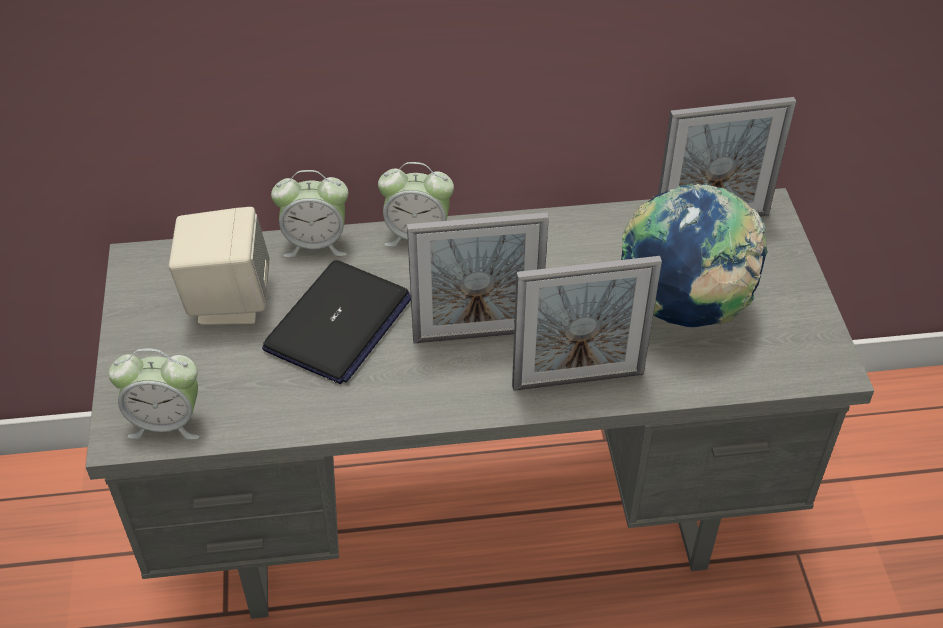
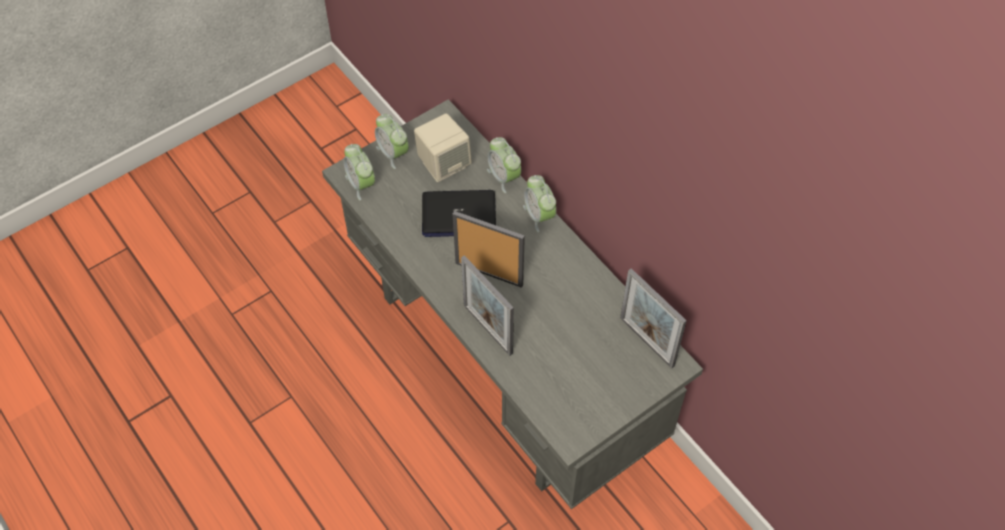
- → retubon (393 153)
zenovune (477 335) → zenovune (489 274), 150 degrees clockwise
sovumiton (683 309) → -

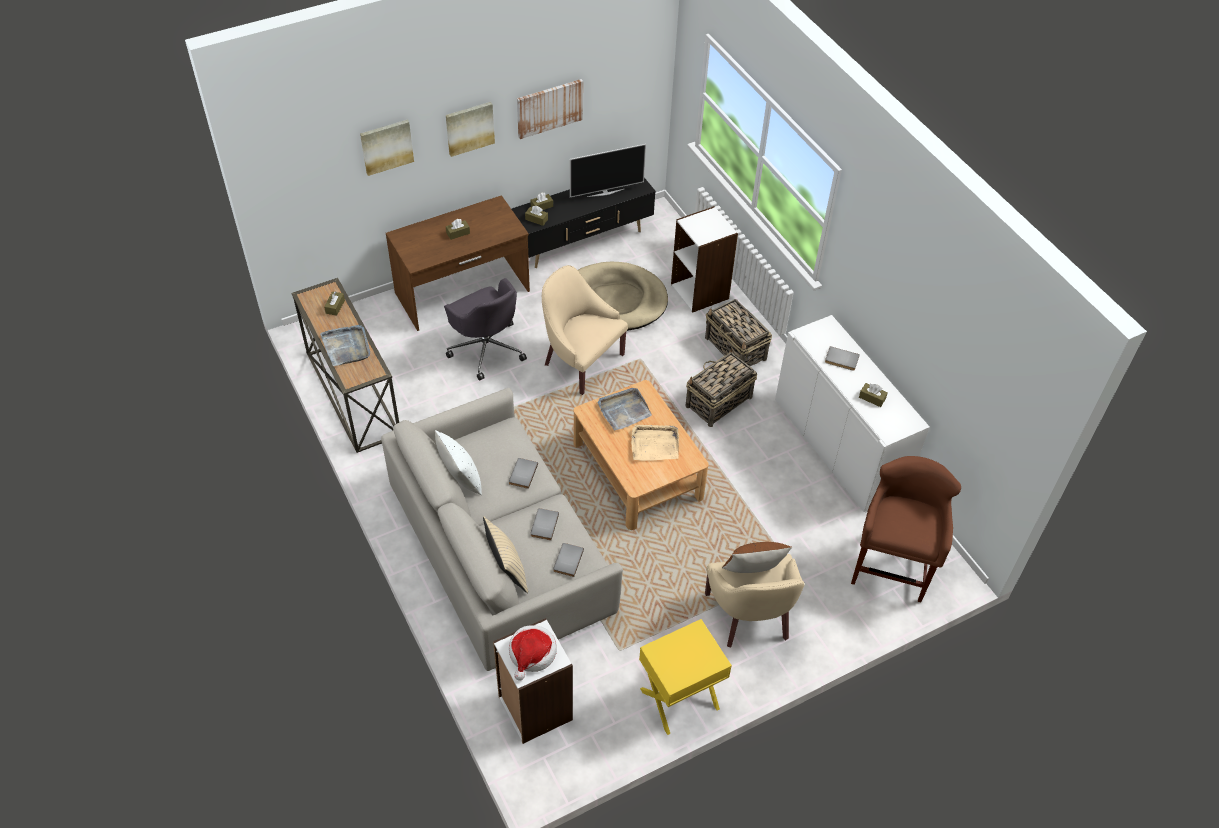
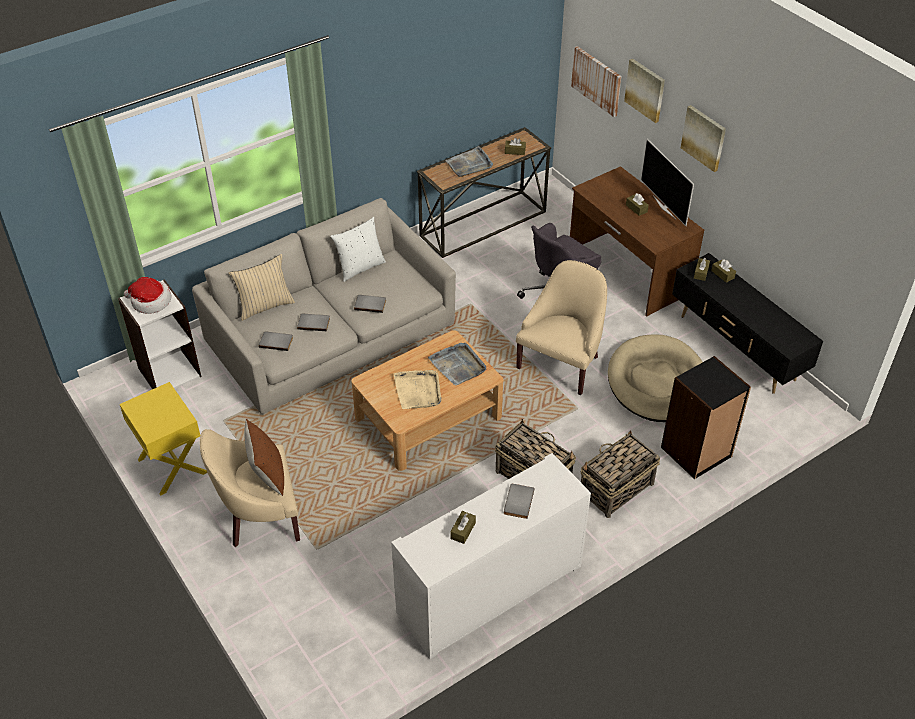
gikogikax (549 108) → gikogikax (597 80), move
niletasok (605 192) → niletasok (665 207), move
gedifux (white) (700 291) → gedifux (black) (696 452)
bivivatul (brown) (891 565) → -

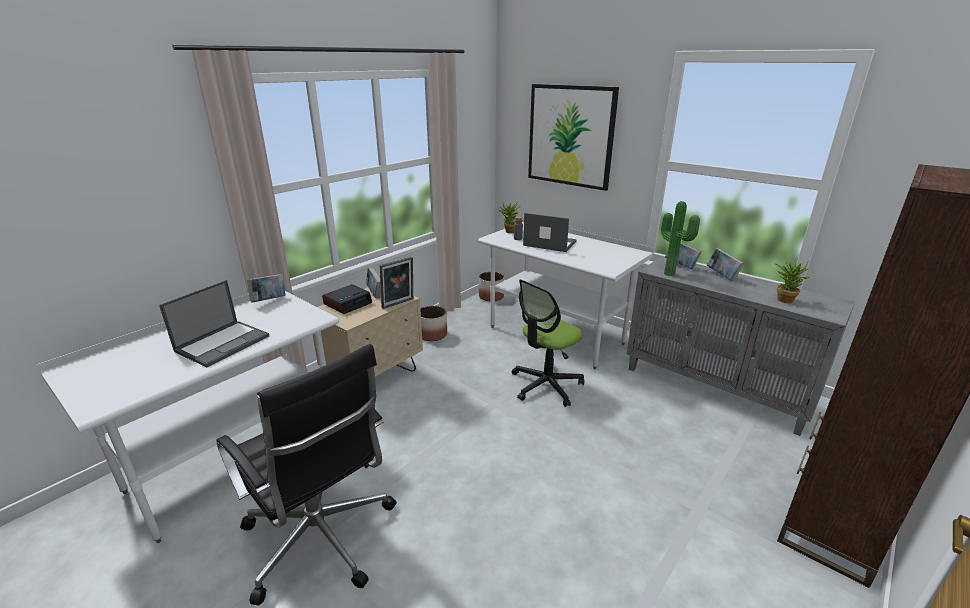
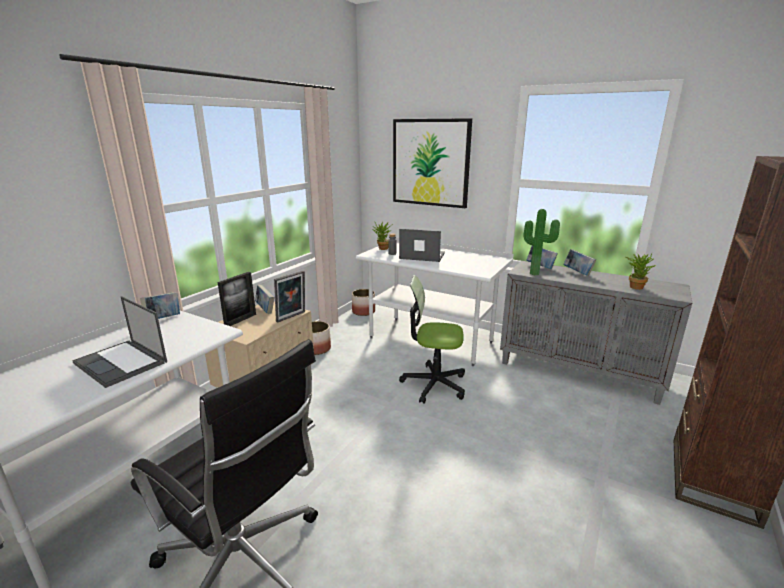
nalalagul (223 343) → nalalagul (121 363), 105 degrees clockwise
retubon (348 303) → zenovune (240 320)
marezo (546 385) → marezo (434 384), 60 degrees clockwise

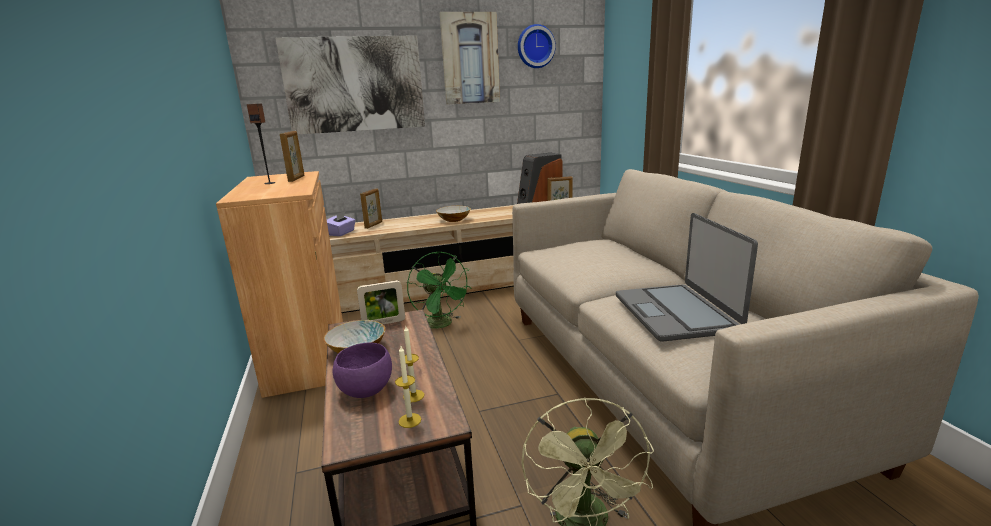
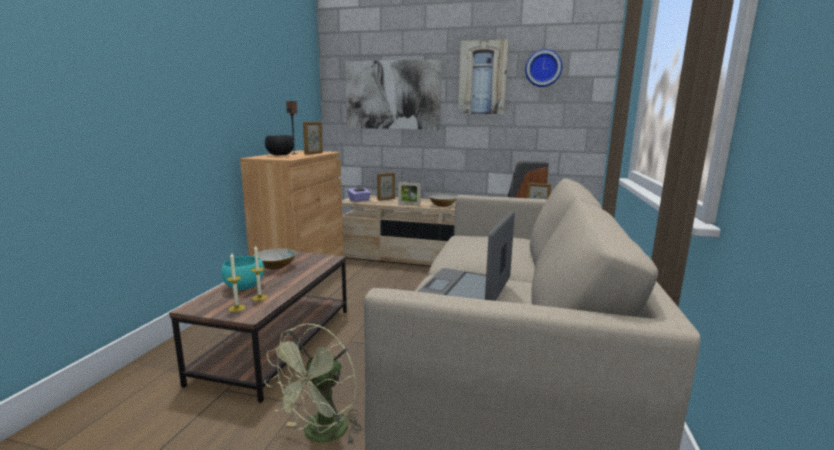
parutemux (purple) (366 390) → parutemux (turquoise) (244 287)
- → parutemux (black) (279 155)
zenovune (384 323) → zenovune (409 204), move
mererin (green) (442 325) → -

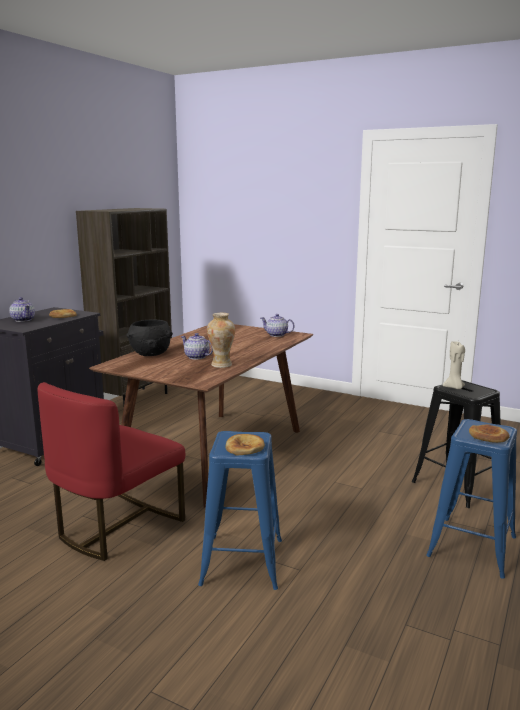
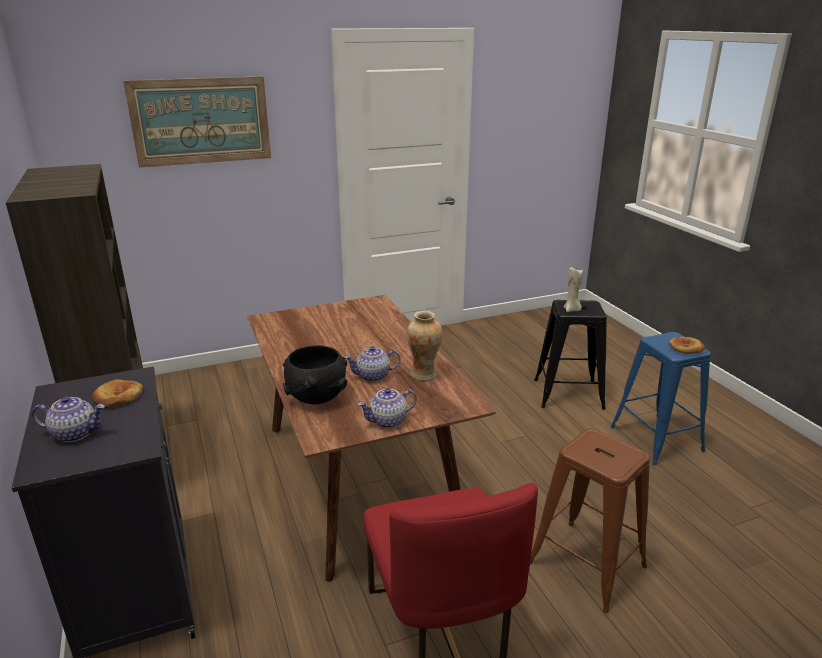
- → gikogikax (201 121)
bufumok (277 335) → bufumok (388 421), move
bivivatul (blue) (242 561) → bivivatul (brown) (586 564)
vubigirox (245 447) → -

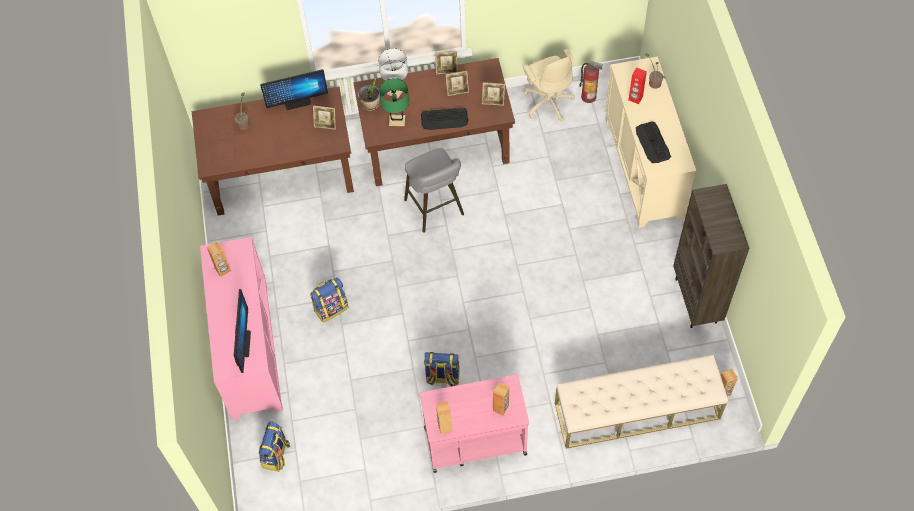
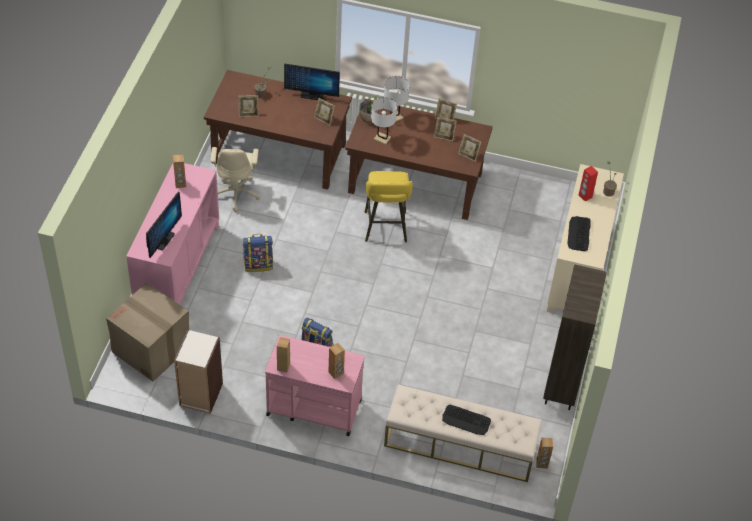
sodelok (276 455) → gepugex (152 349)
- → gedifux (200 395)
marezo (beige) (548 102) → marezo (beige) (236 193), move
- → zenovune (248 114)
bivivatul (grey) (435 210) → bivivatul (yellow) (385 229)
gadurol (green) (397 120) → gadurol (white) (382 138)
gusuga (444 119) → gusuga (466 420), move
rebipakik (589 96) → -

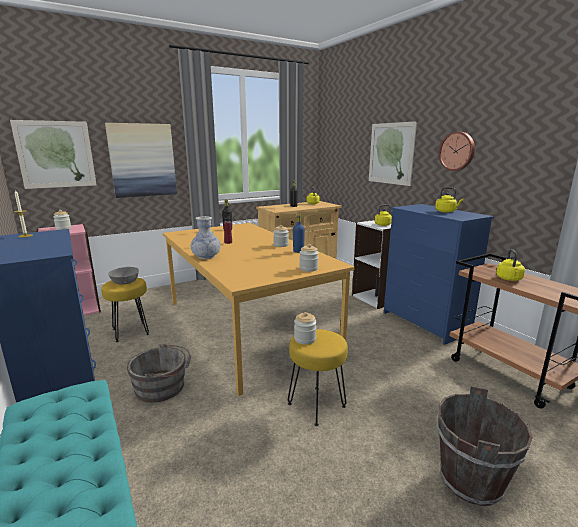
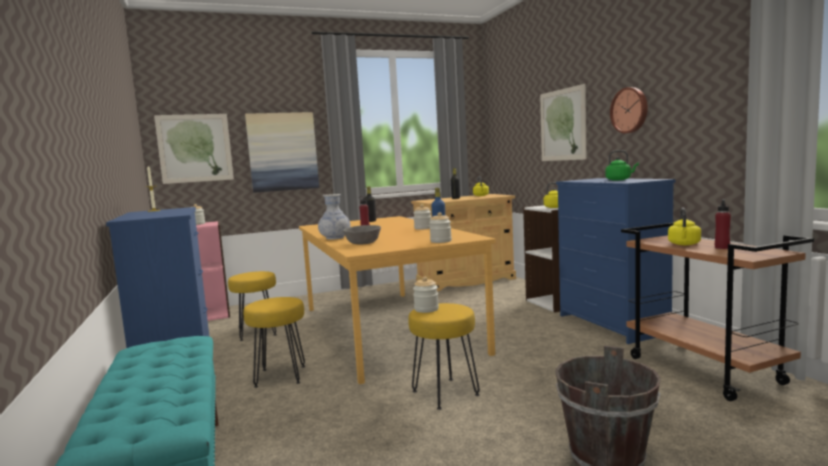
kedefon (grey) (163 387) → bivivatul (yellow) (280 376)
parutemux (grey) (125 282) → parutemux (grey) (363 243), move
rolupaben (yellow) (446 211) → rolupaben (green) (619 180)
- → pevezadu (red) (722 247)

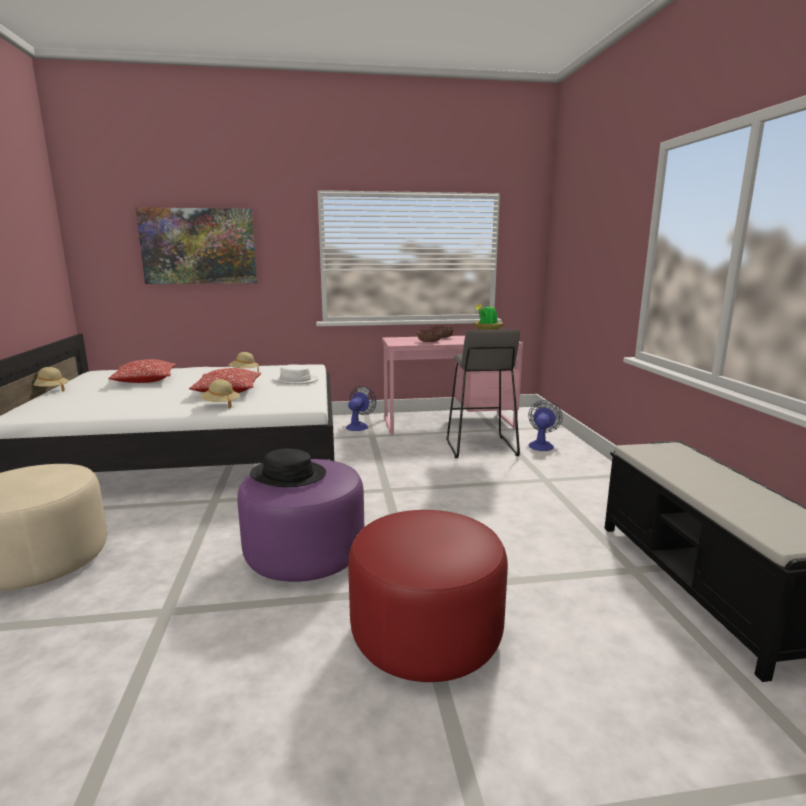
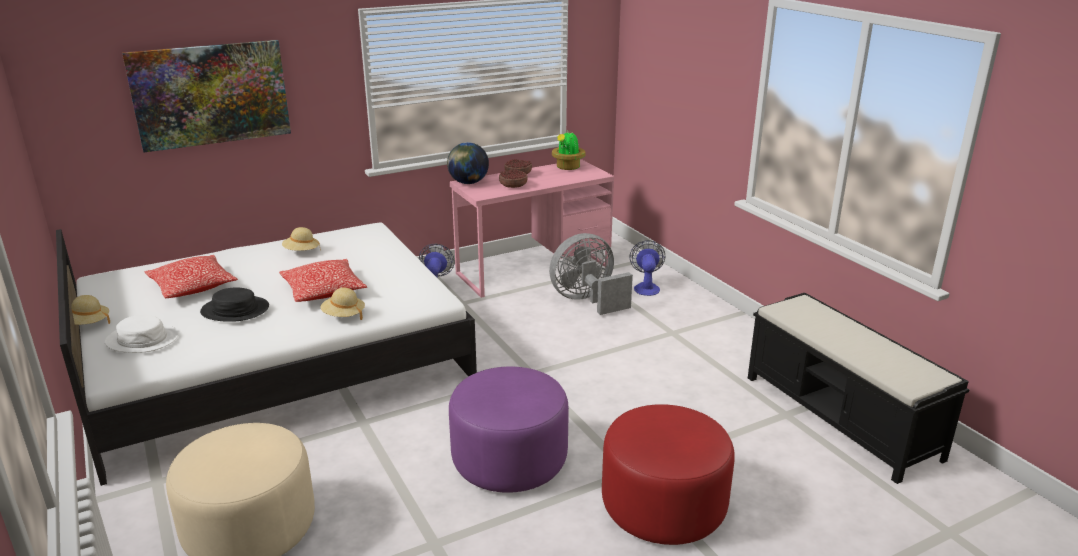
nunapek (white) (295 380) → nunapek (white) (142 339), move
nunapek (black) (288 475) → nunapek (black) (235 310), move
- → sovumiton (468 183)
bivivatul (grey) (480 447) → mererin (grey) (587 301)

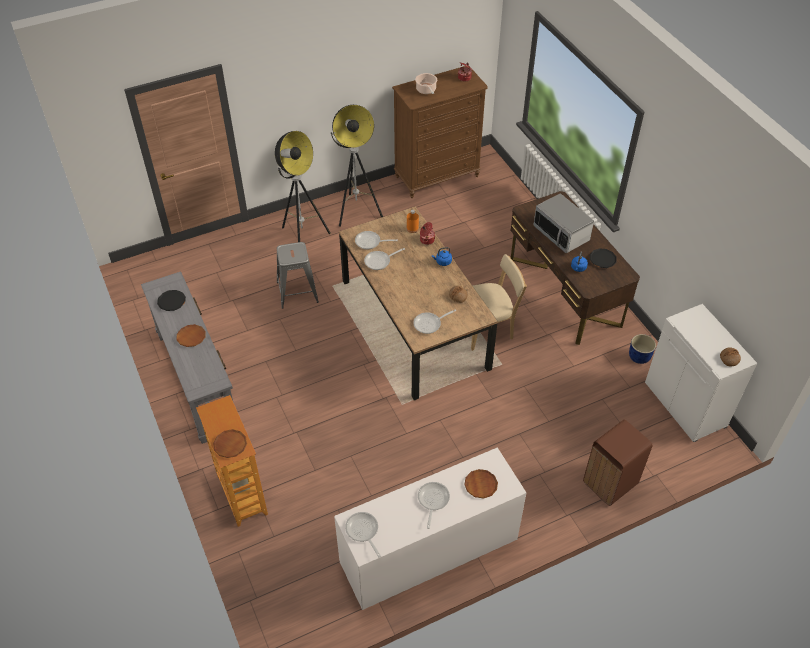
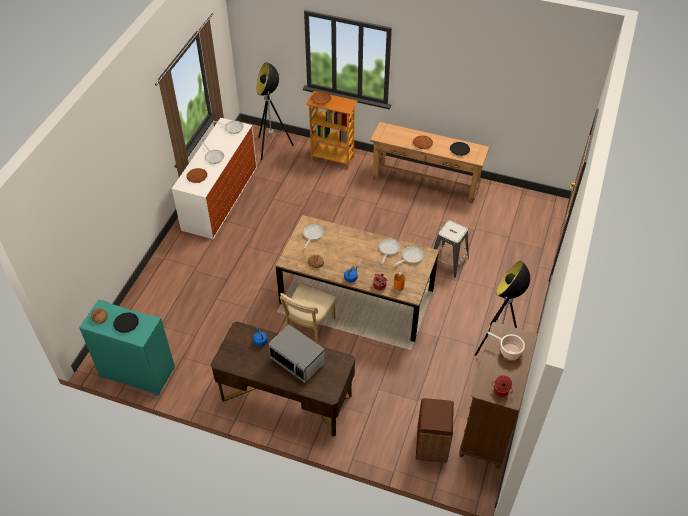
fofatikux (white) (686 404) → fofatikux (turquoise) (136 372)
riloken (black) (602 260) → riloken (black) (126 323), move
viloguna (303 239) → viloguna (272 147), move
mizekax (561 234) → mizekax (298 361), 150 degrees counterclockwise
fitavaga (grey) (197 380) → fitavaga (brown) (425 182)
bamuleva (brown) (610 483) → bamuleva (brown) (431 446), move
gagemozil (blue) (639 357) → -

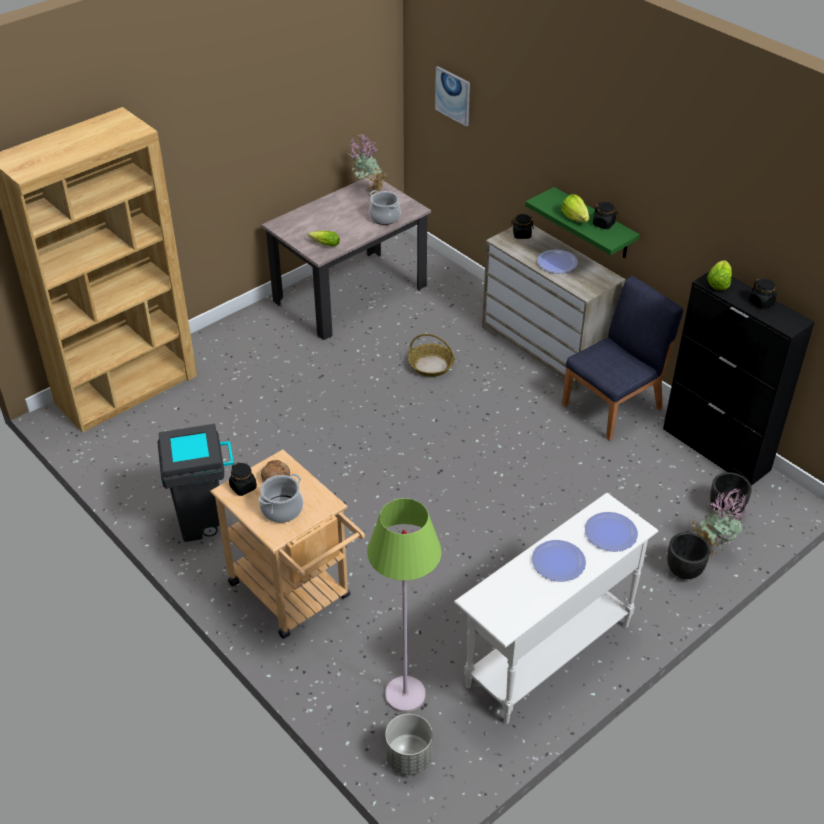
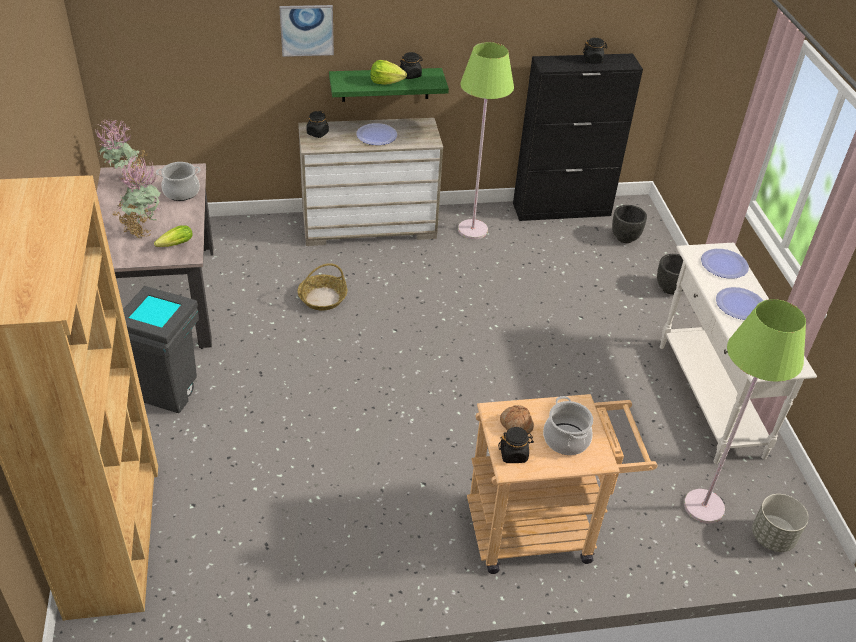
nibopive (712 547) → nibopive (142 229), move
bamuleva (grey) (205 522) → bamuleva (grey) (171 391), move
gikogikax (453 95) → gikogikax (307 30), move
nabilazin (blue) (613 406) → viloguna (green) (473 230)
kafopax (718 283) → -

